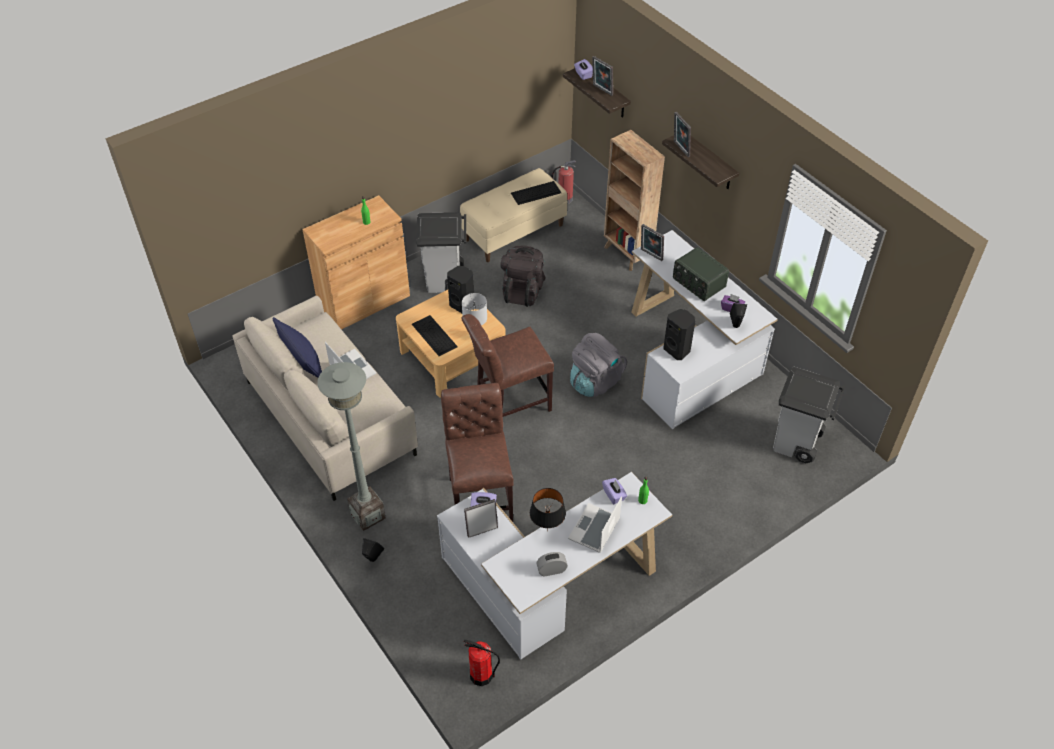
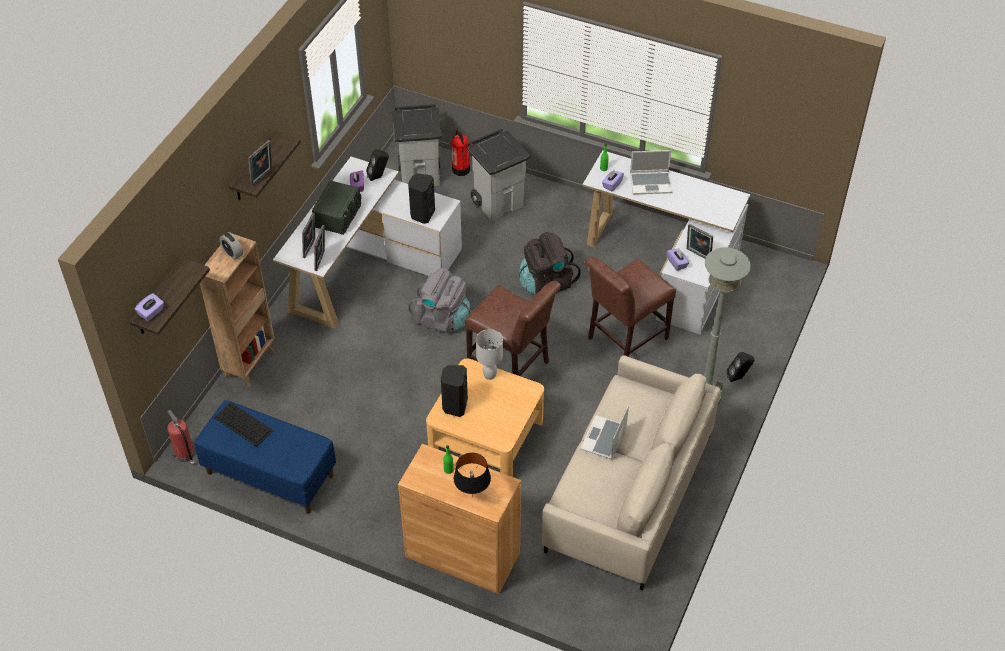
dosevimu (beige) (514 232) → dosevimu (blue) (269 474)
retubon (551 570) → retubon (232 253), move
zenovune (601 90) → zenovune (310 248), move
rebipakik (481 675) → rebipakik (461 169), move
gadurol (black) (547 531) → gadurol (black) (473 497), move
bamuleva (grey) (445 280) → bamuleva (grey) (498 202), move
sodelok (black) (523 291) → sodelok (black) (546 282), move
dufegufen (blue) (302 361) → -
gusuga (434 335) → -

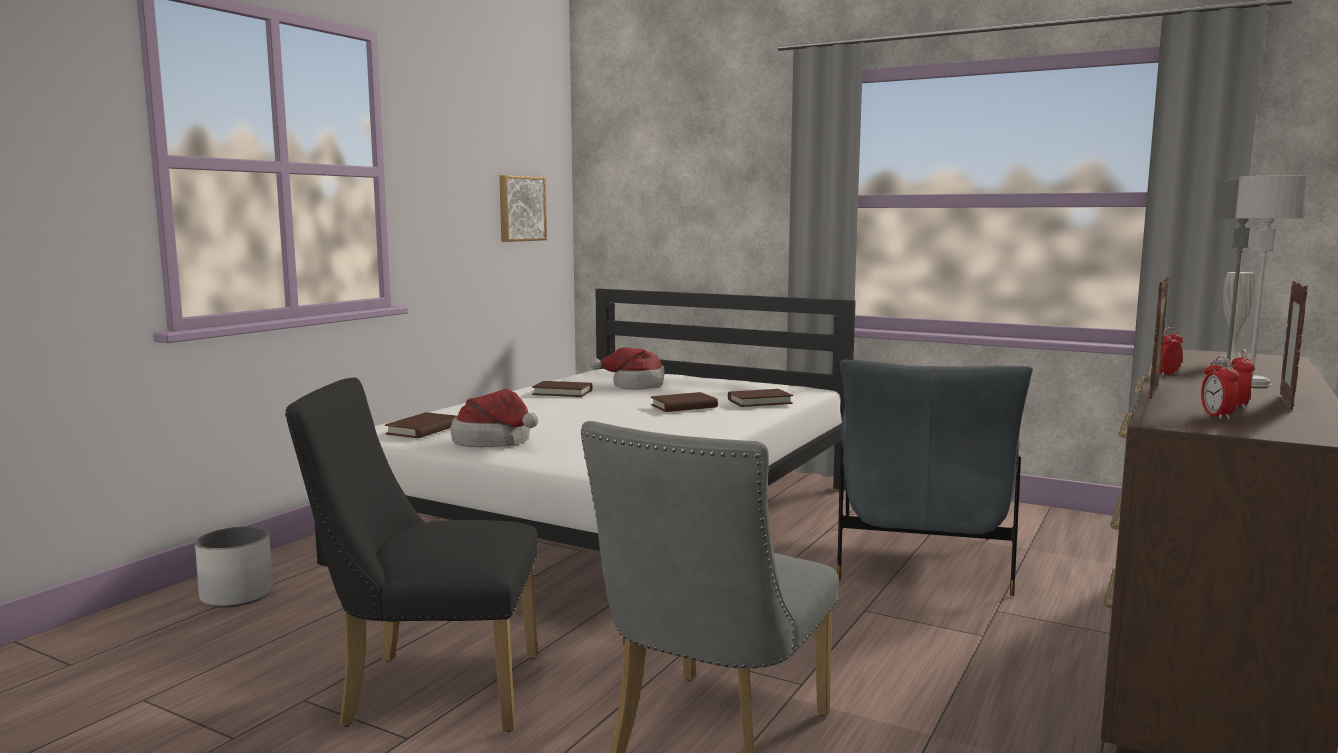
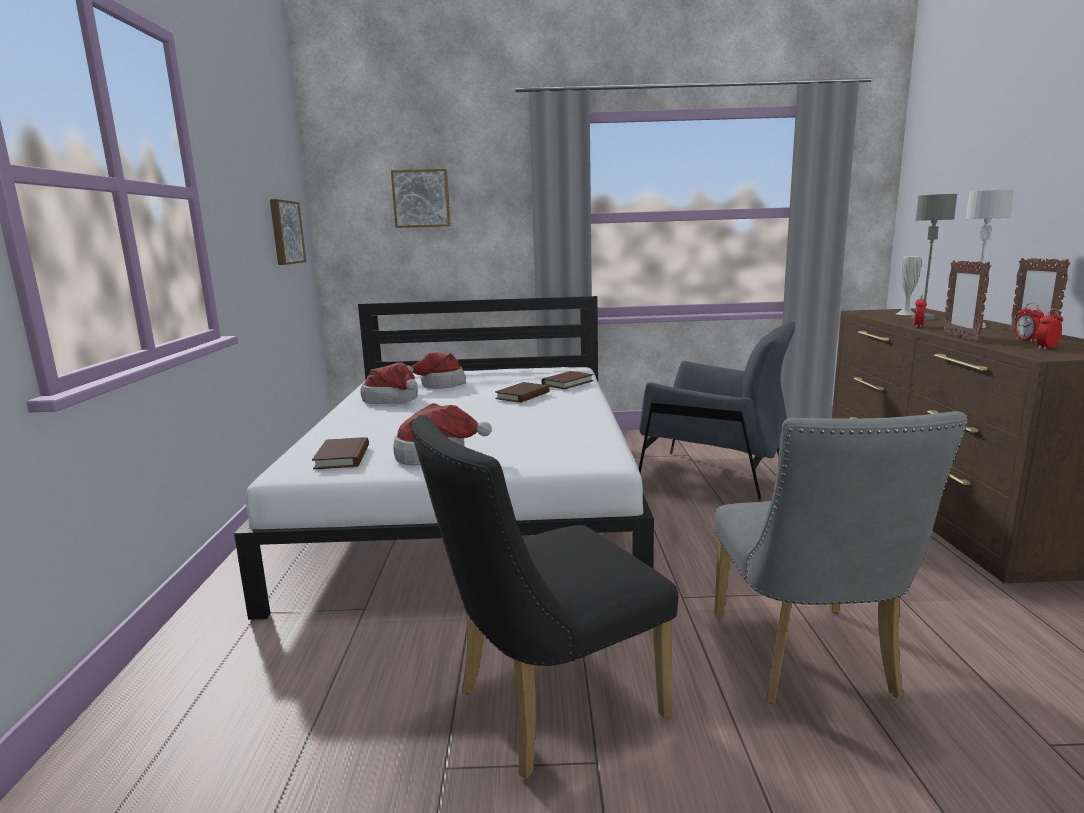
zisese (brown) (562 392) → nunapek (393 400)
- → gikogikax (421 198)
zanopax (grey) (921 558) → zanopax (grey) (713 478), 45 degrees counterclockwise
retubon (1216 416) → retubon (1046 348), 90 degrees clockwise
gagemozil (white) (237 595) → -

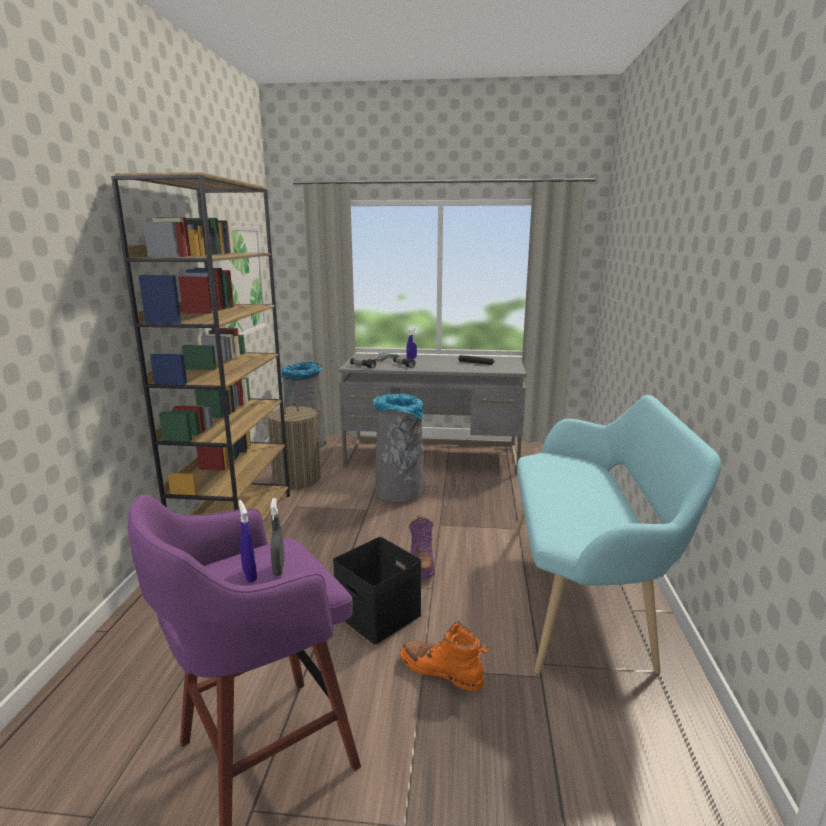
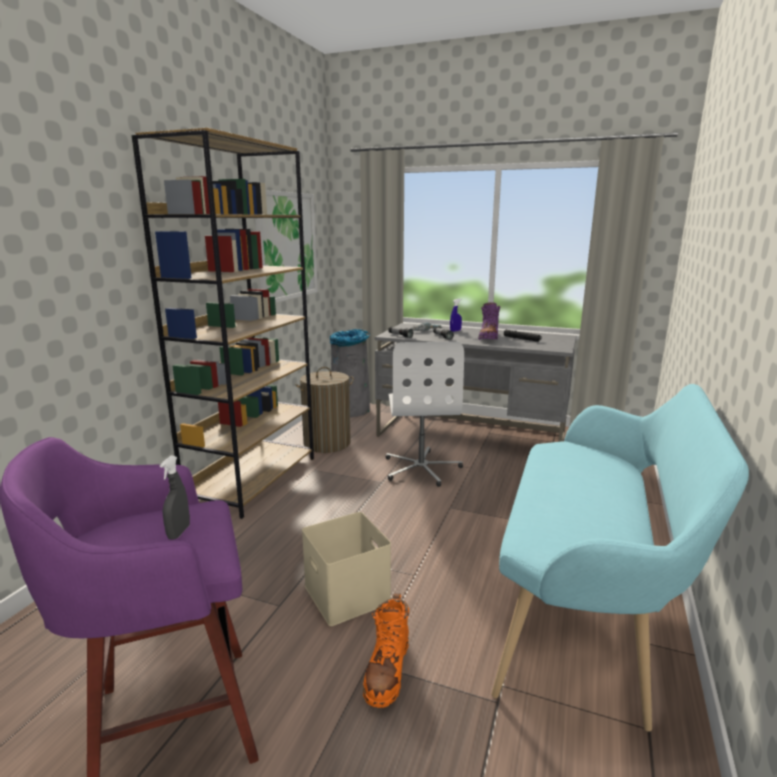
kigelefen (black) (376 614) → kigelefen (beige) (345 593)
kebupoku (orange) (441 671) → kebupoku (orange) (387 670), 120 degrees counterclockwise
bamuleva (grey) (399 492) → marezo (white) (421 468)
kebupoku (purple) (421 563) → kebupoku (purple) (488 337), move
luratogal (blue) (249 575) → -

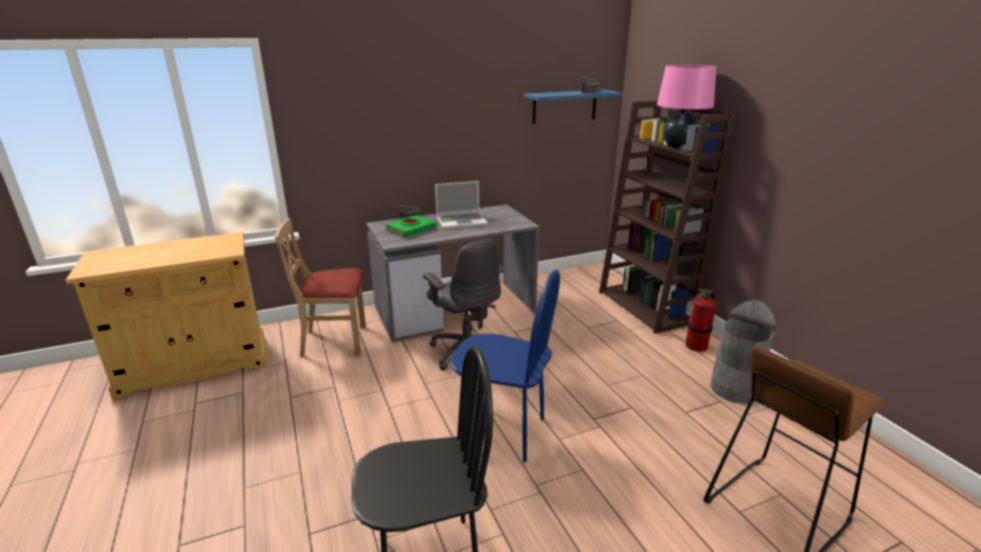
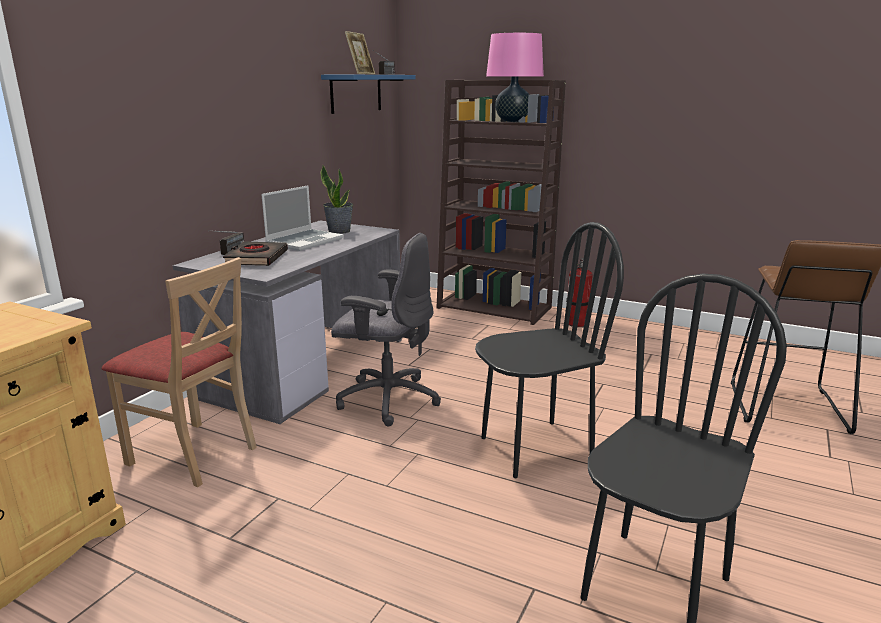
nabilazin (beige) (334 341) → nabilazin (beige) (193 454), 105 degrees counterclockwise
zisese (green) (411 229) → zisese (black) (256 258)
- → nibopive (339 231)
- → zenovune (361 74)
nabilazin (blue) (502 431) → nabilazin (black) (535 449)
bamuleva (grey) (734 389) → -

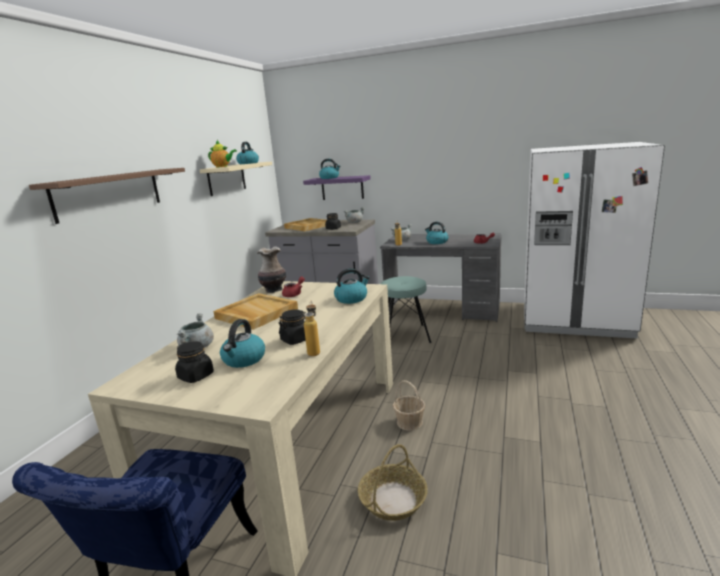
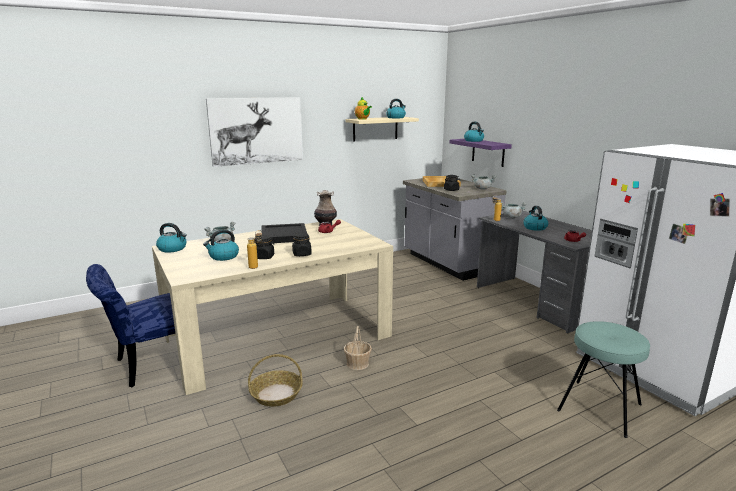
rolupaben (351 299) → rolupaben (173 249), move
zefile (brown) (109 194) → gikogikax (256 131)
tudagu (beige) (256 313) → tudagu (black) (283 235)
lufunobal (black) (196 376) → lufunobal (black) (302 254), move
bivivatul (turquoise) (405 335) → bivivatul (turquoise) (599 407), move

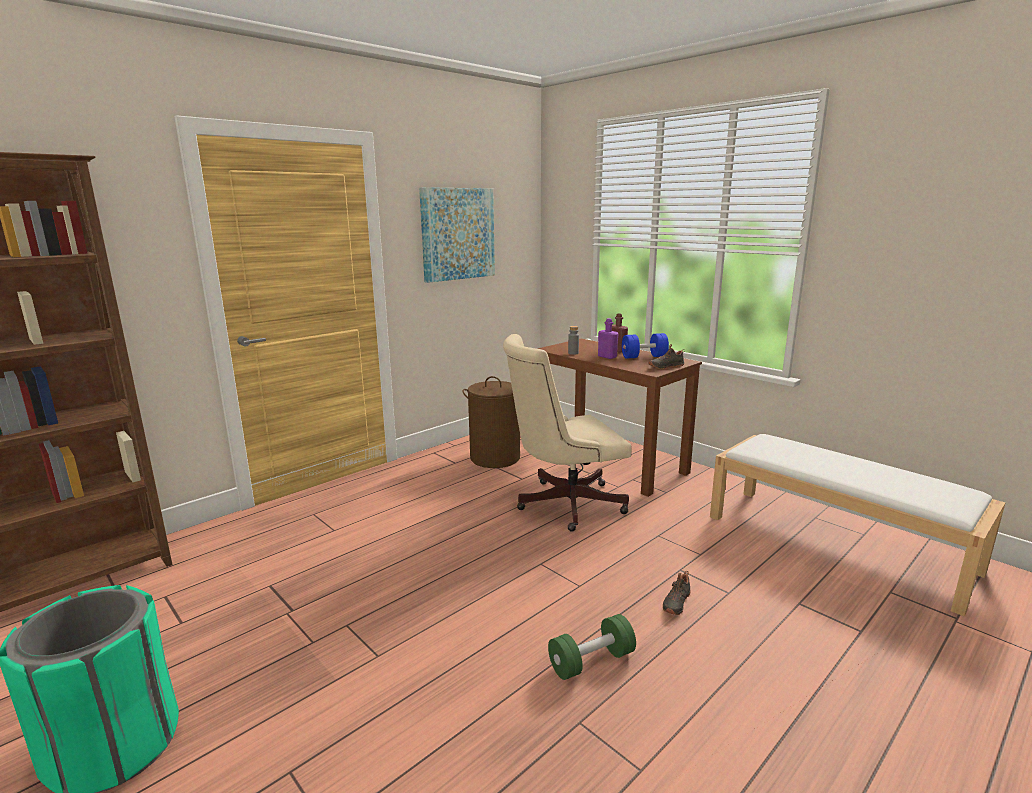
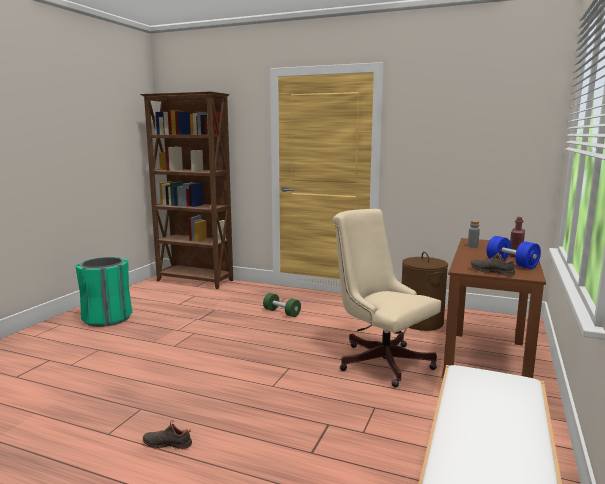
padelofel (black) (675 602) → padelofel (black) (168 443), move
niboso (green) (591 661) → niboso (green) (282 312), move
gikogikax (457 234) → -
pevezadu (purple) (607 357) → -

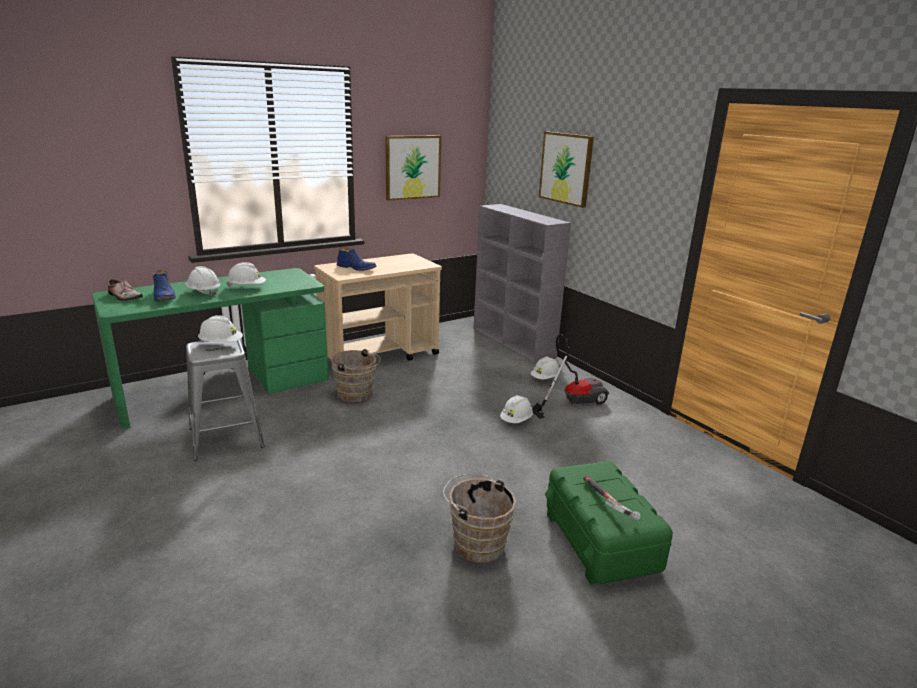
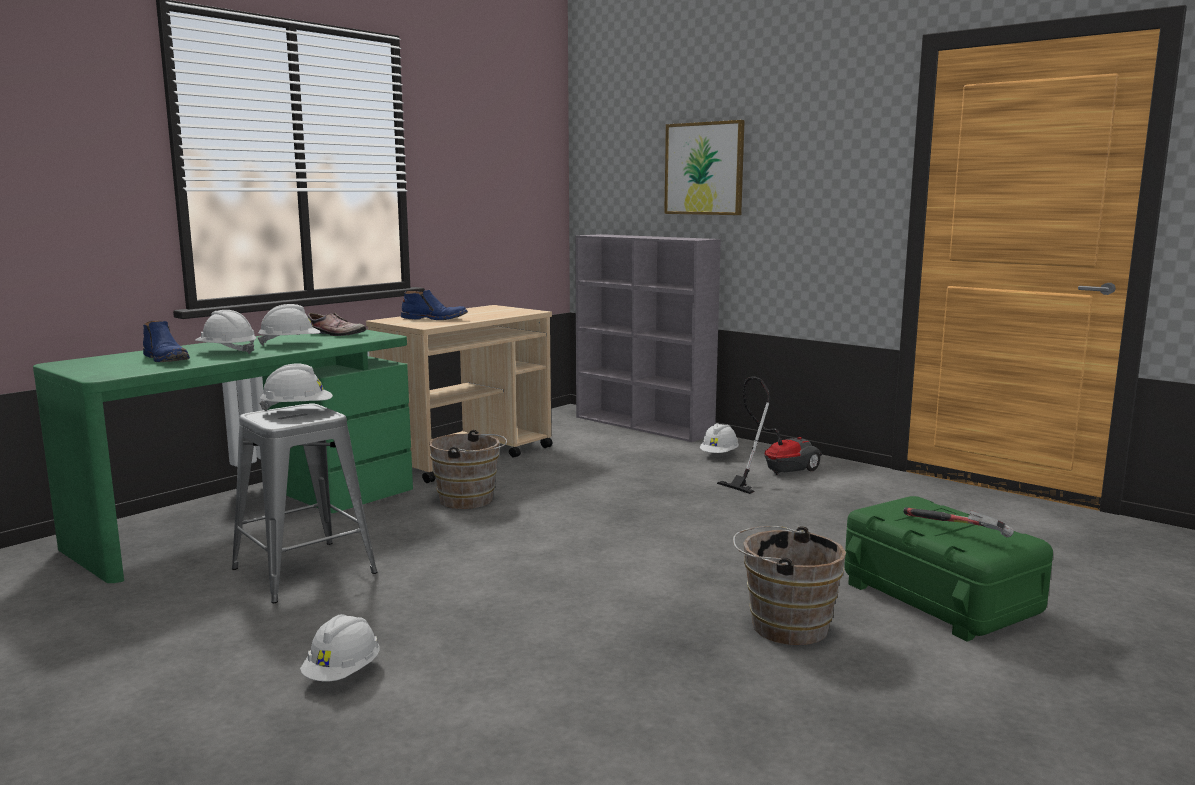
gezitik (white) (516 420) → gezitik (white) (343 673), move
padelofel (124 297) → padelofel (334 334), move
gikogikax (412 167) → -

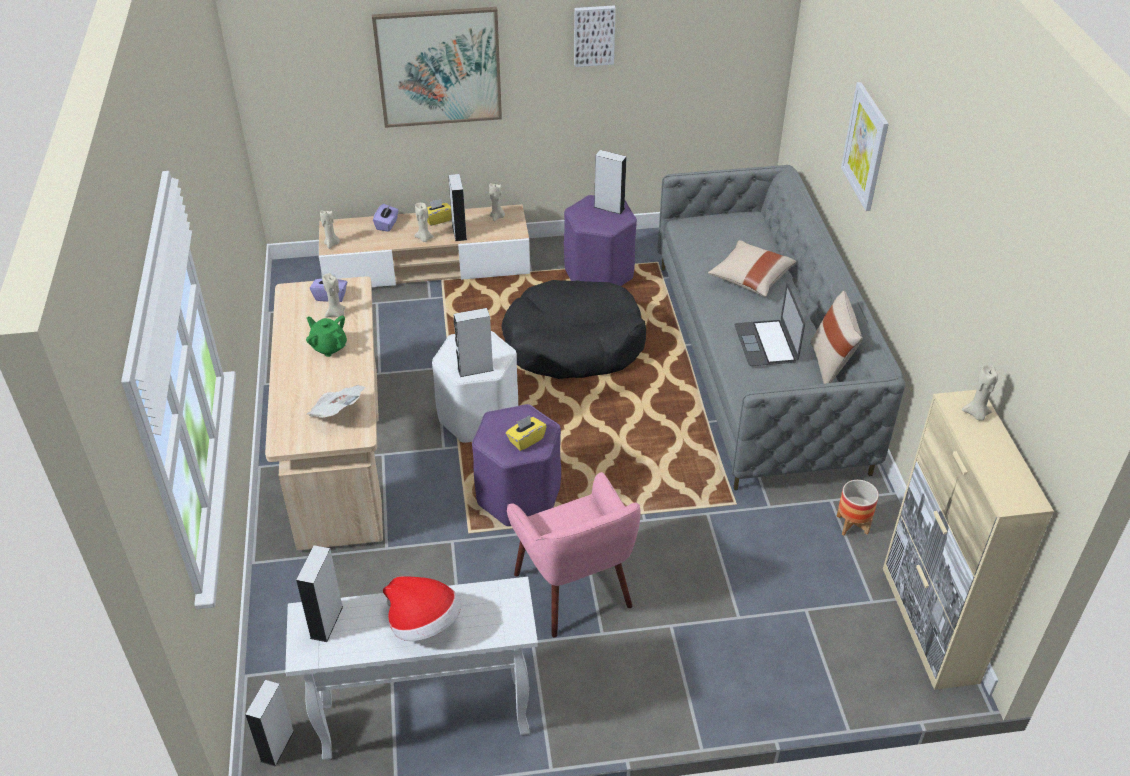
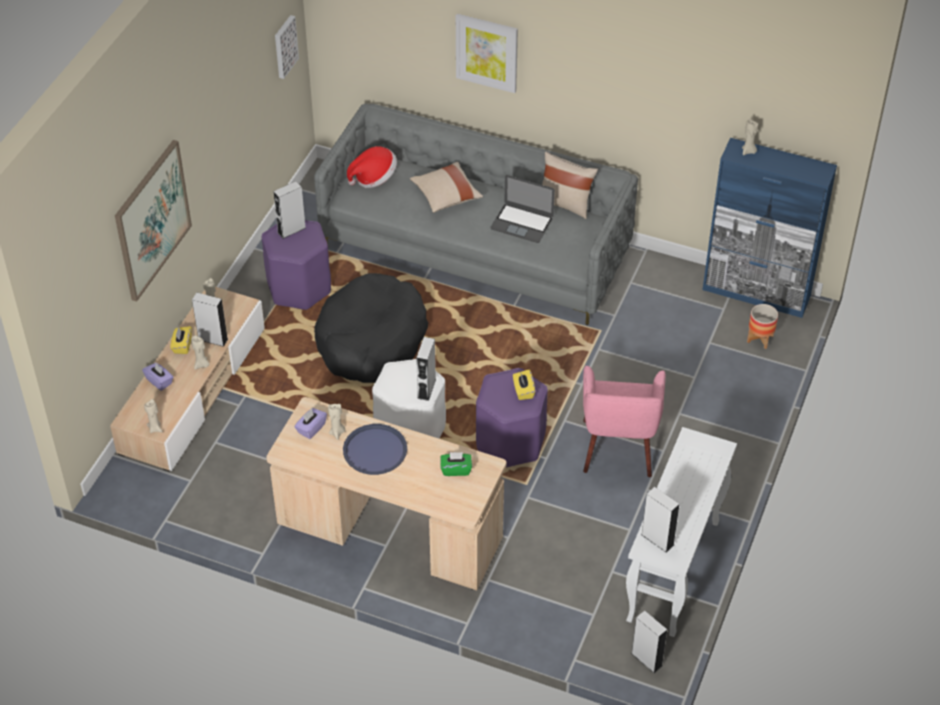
gikogikax (594 35) → gikogikax (284 46), move
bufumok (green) (329 347) → tudagu (blue) (375 450)
nunapek (424 624) → nunapek (374 177), move
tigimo (337 412) → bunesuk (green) (456 469)
zanopax (pink) (574 590) → zanopax (pink) (618 449), 90 degrees clockwise
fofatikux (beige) (929 624) → fofatikux (blue) (757 293)
gagemozil (852 524) → gagemozil (760 339), move

